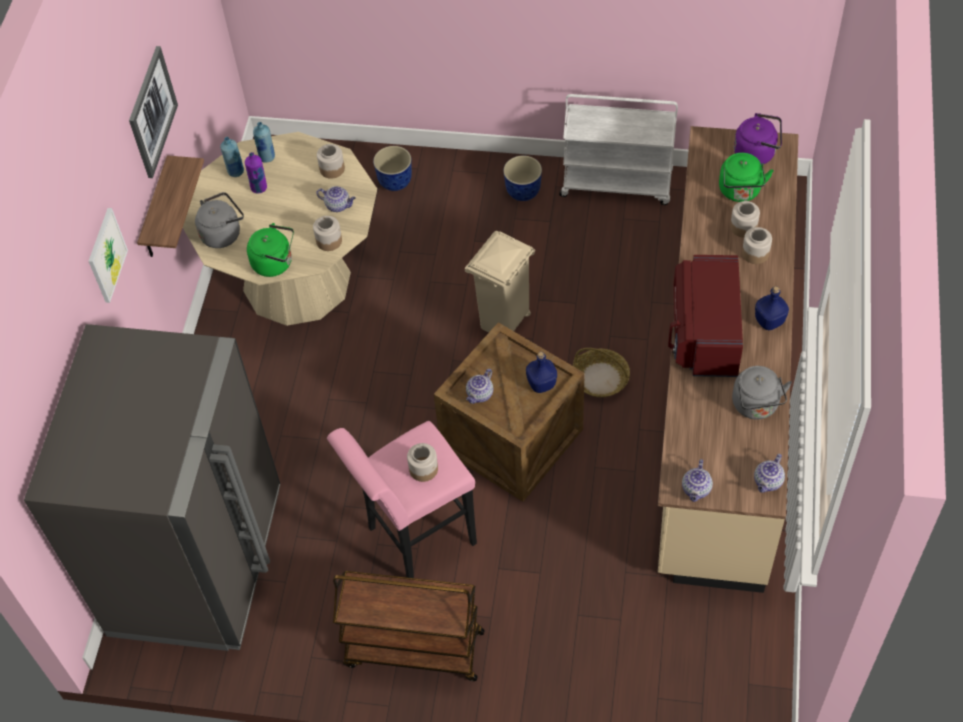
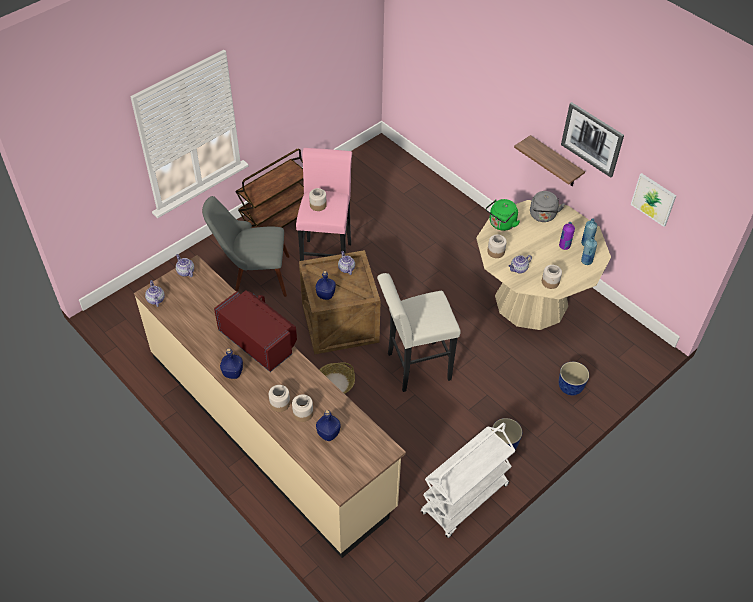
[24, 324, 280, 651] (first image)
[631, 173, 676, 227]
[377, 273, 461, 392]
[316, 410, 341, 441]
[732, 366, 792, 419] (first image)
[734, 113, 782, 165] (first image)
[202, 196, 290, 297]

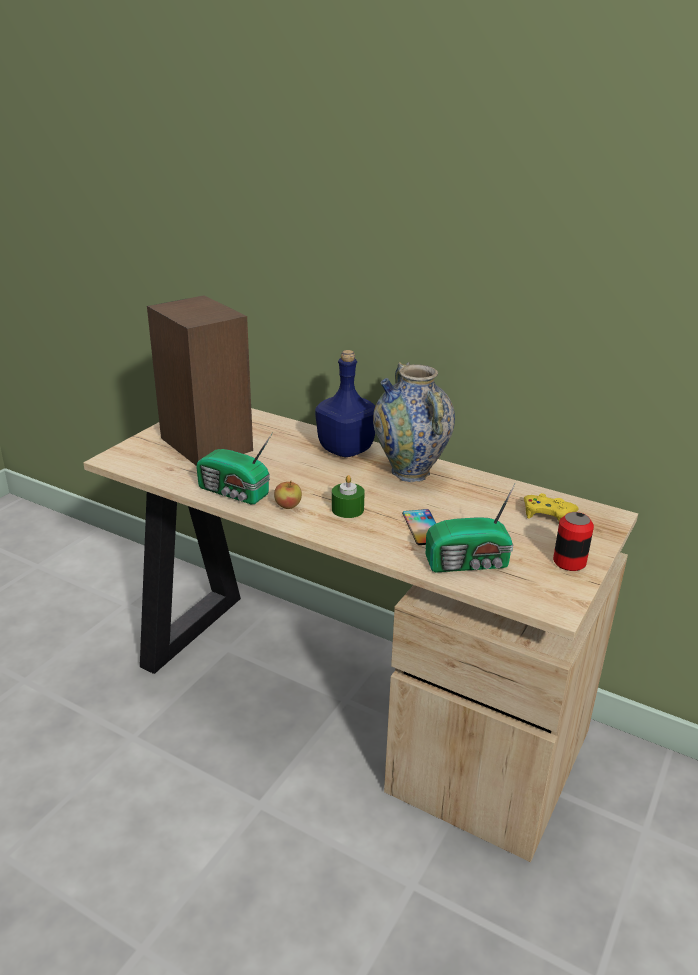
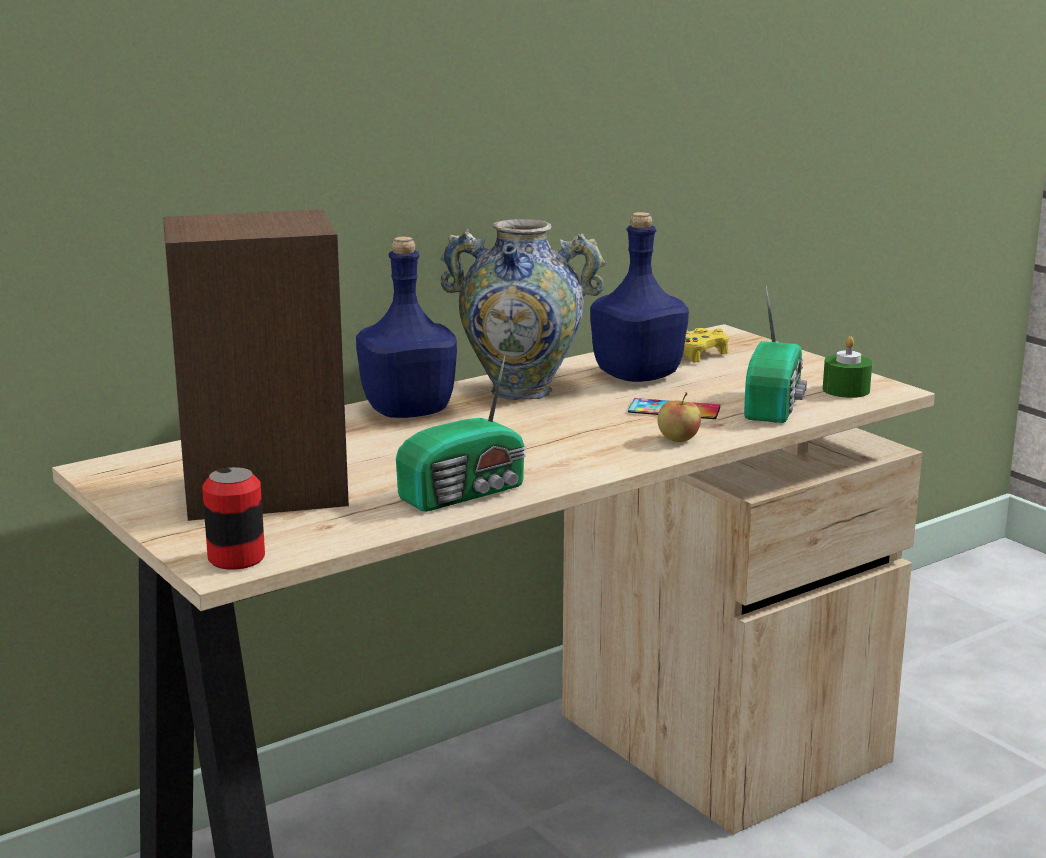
[658, 392, 701, 442]
[823, 336, 872, 398]
[202, 467, 265, 570]
[590, 212, 689, 382]

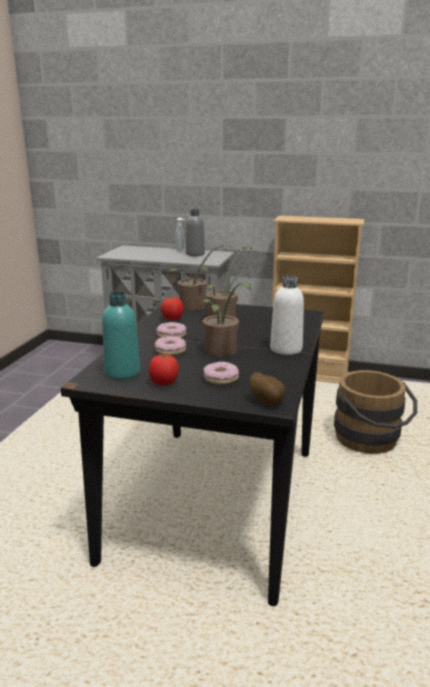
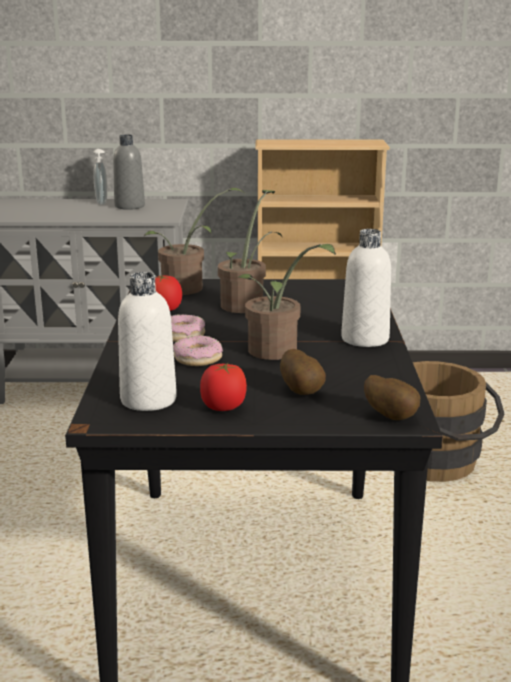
[118, 272, 177, 411]
[280, 349, 326, 395]

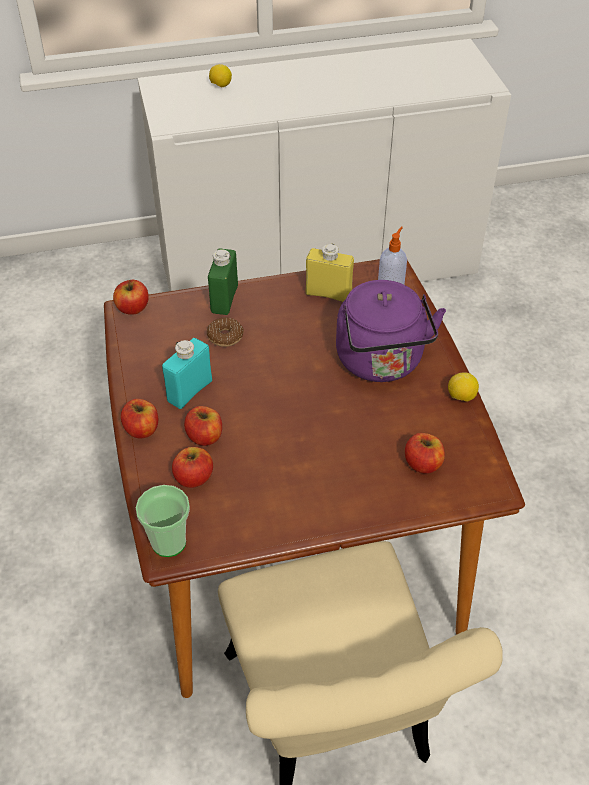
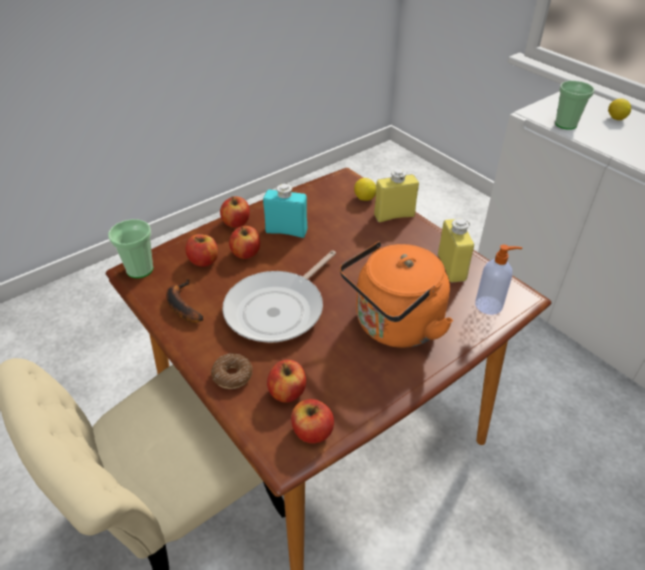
[291, 399, 334, 443]
[211, 353, 253, 389]
[374, 169, 419, 222]
[340, 241, 453, 348]
[354, 178, 376, 201]
[166, 279, 203, 323]
[222, 250, 336, 343]
[555, 81, 595, 130]

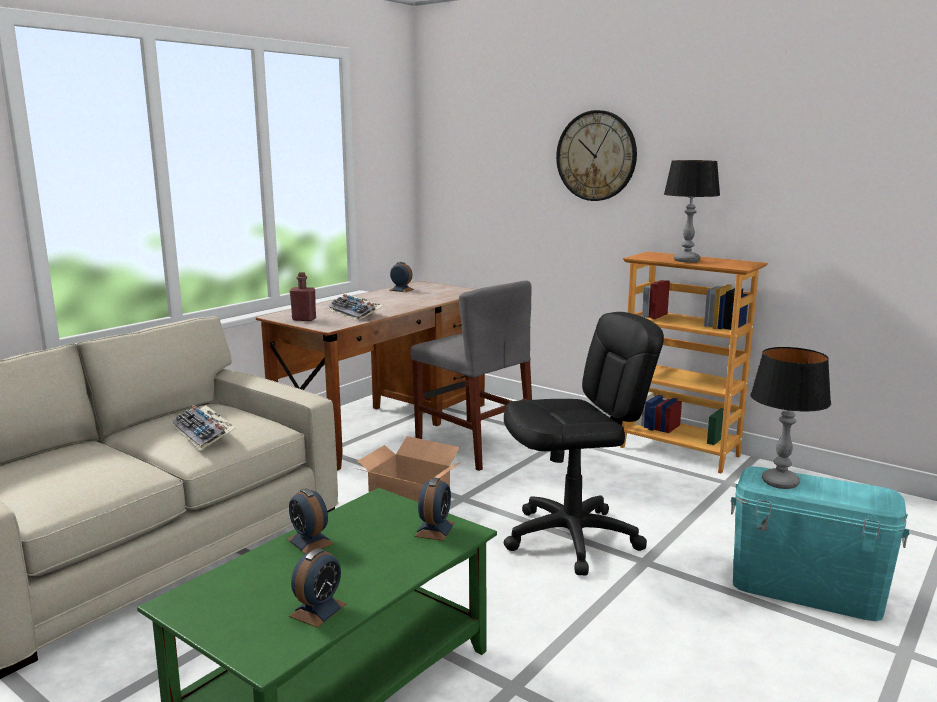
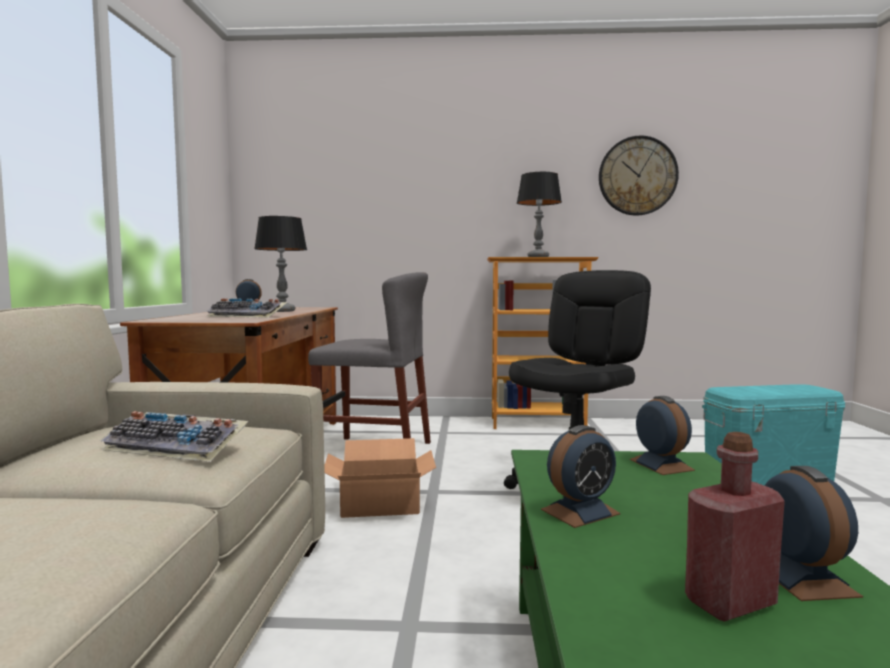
[541, 425, 620, 528]
[685, 432, 785, 621]
[599, 135, 679, 216]
[254, 216, 307, 312]

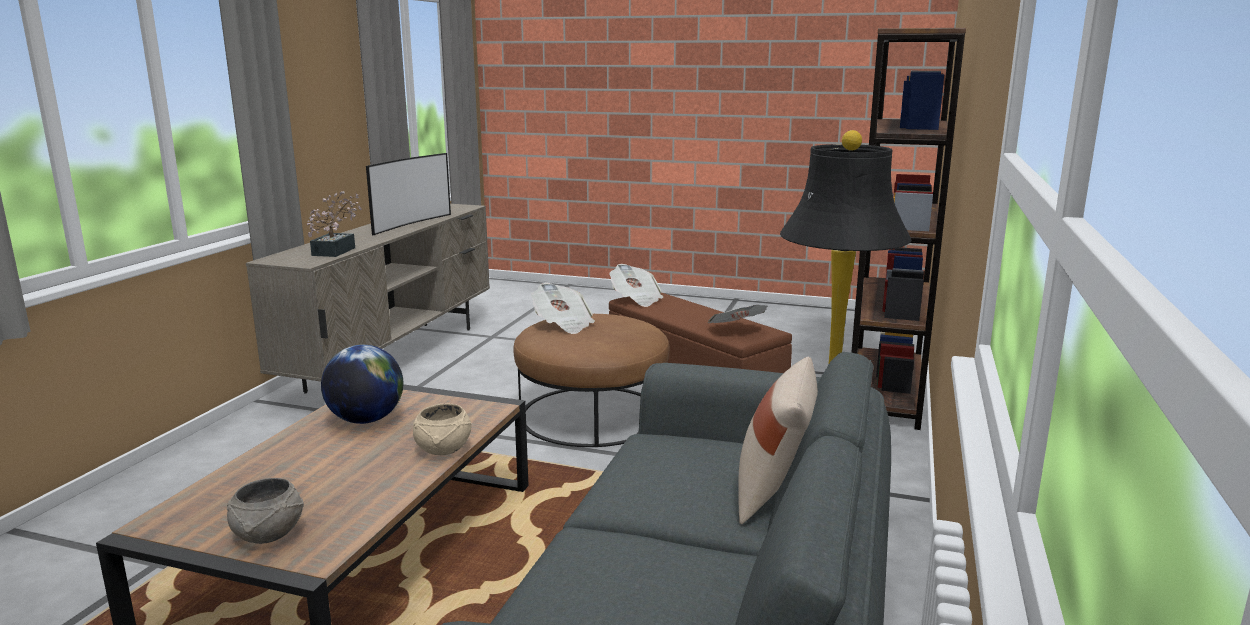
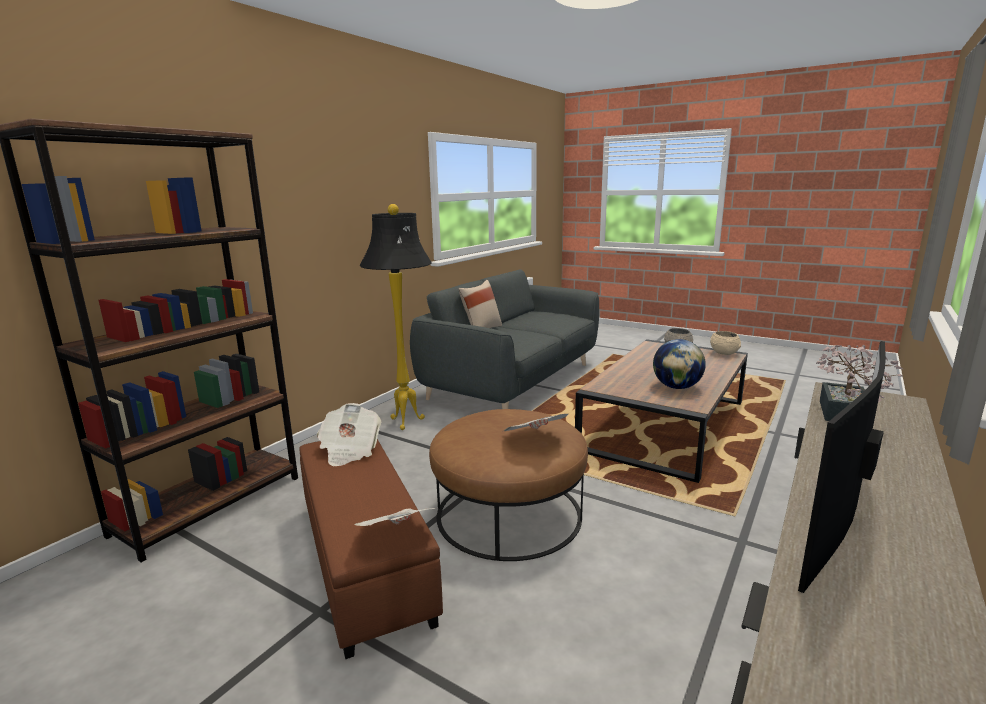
[710, 331, 741, 355]

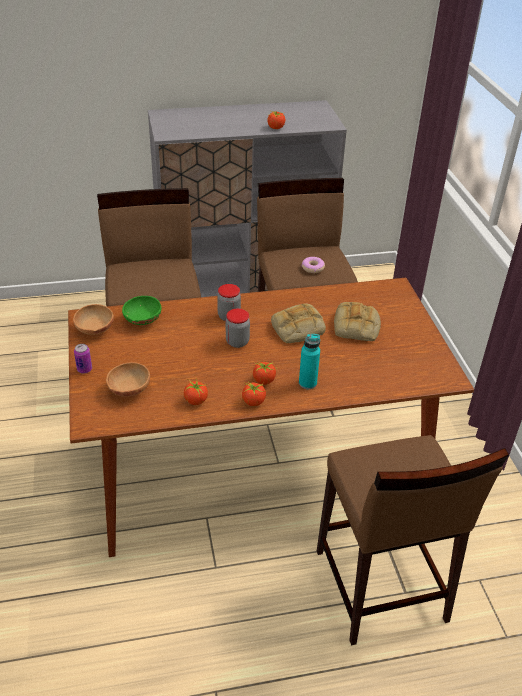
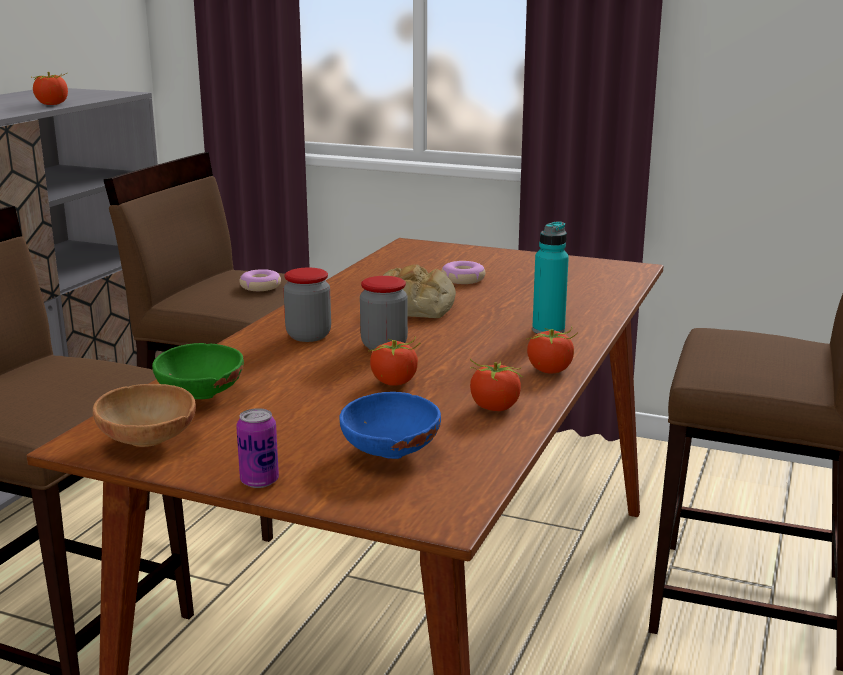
[339, 392, 441, 459]
[370, 336, 420, 386]
[441, 261, 485, 284]

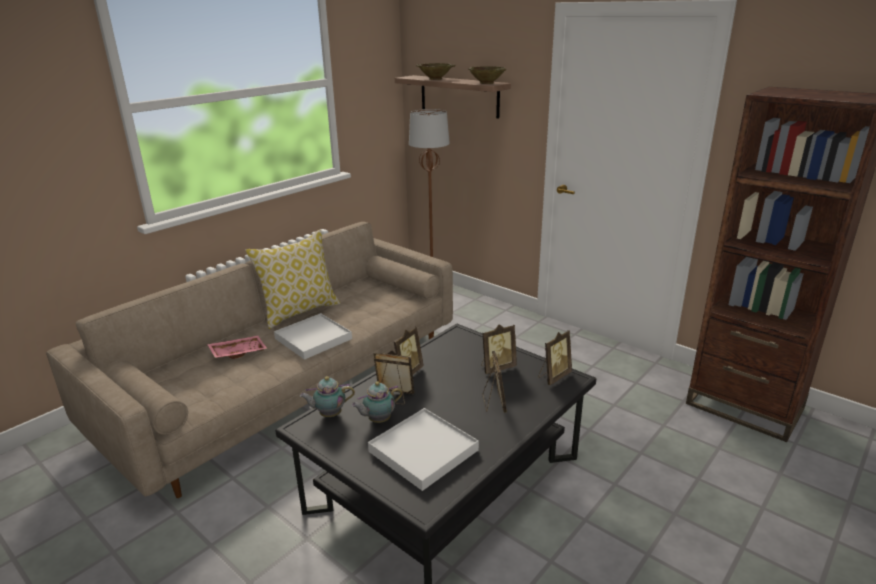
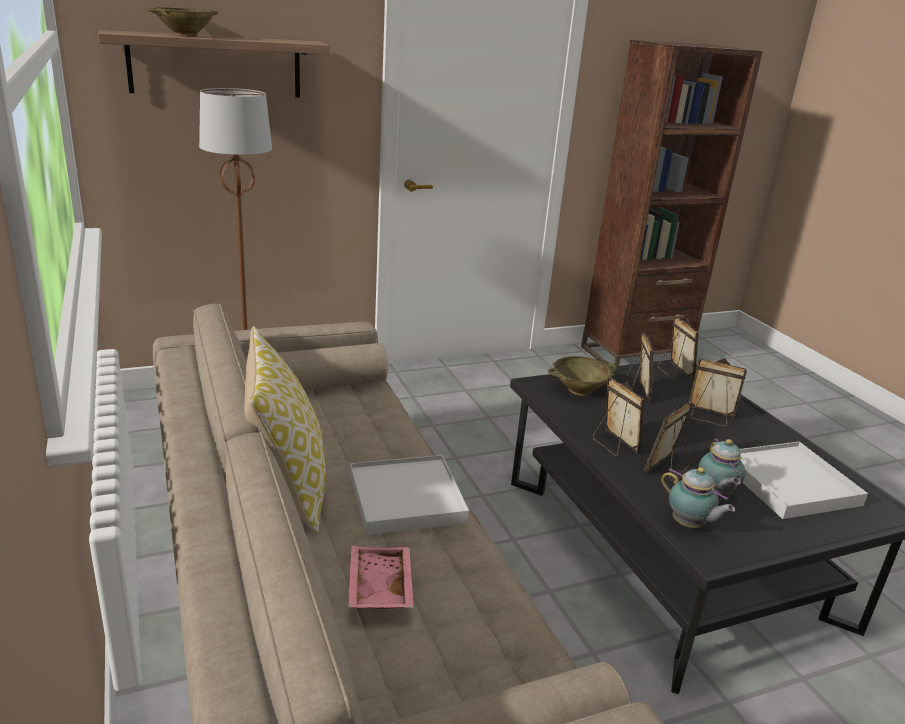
[661, 467, 735, 528]
[548, 356, 617, 396]

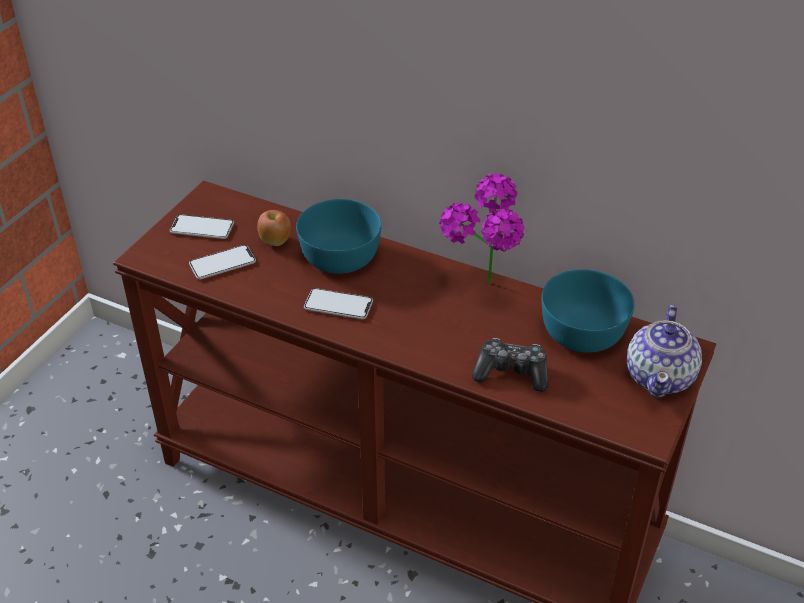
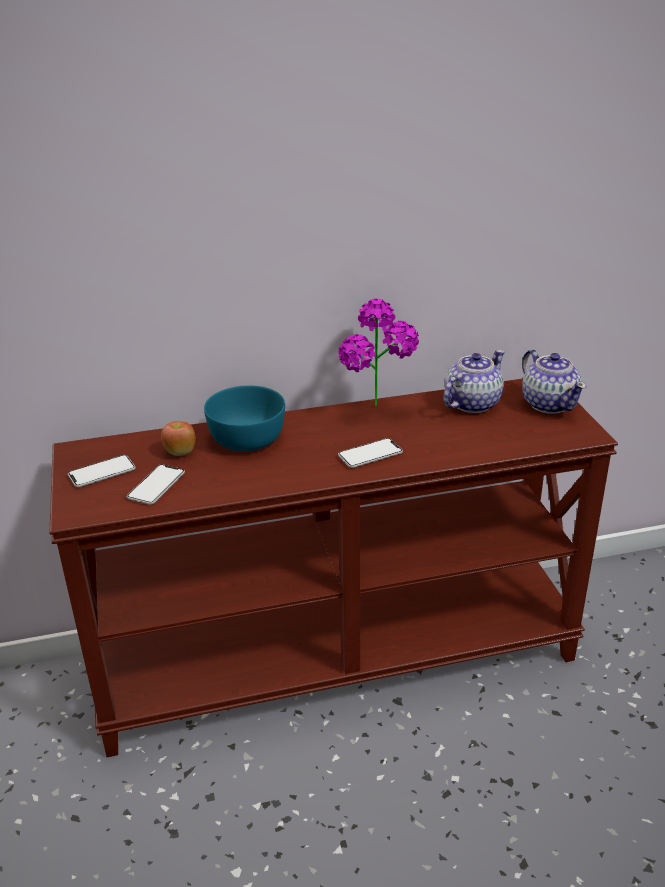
[338, 438, 403, 468]
[472, 338, 548, 392] (first image)
[443, 350, 505, 413]

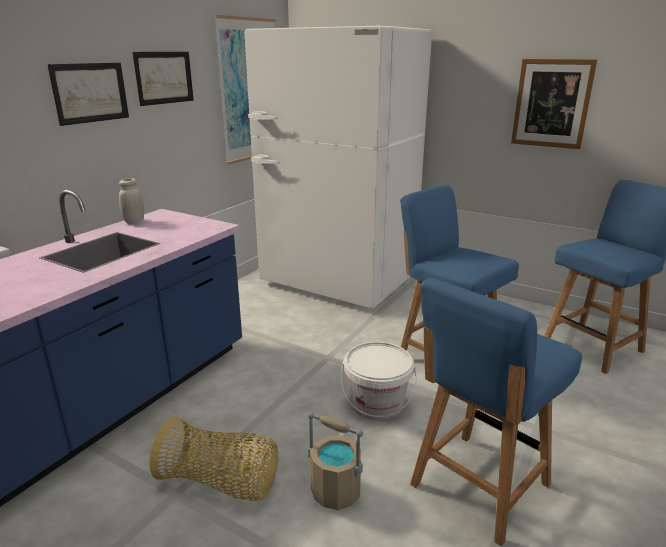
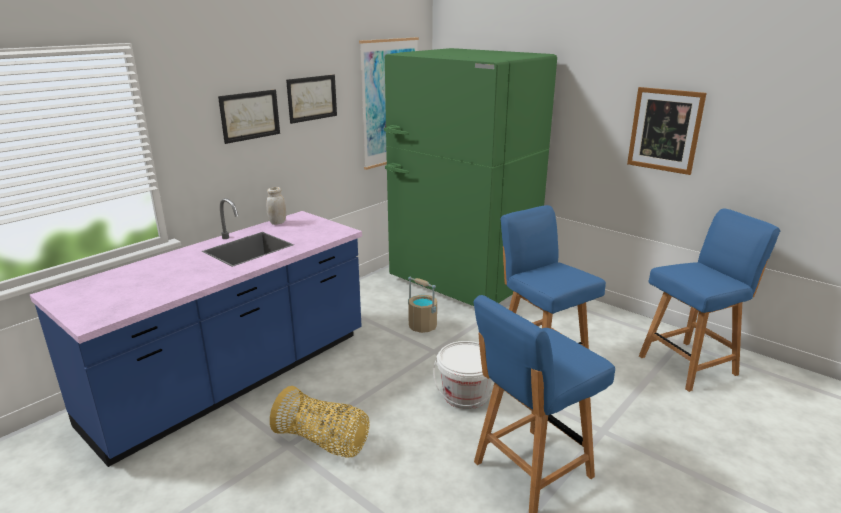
[384, 48, 557, 306]
[408, 277, 437, 333]

